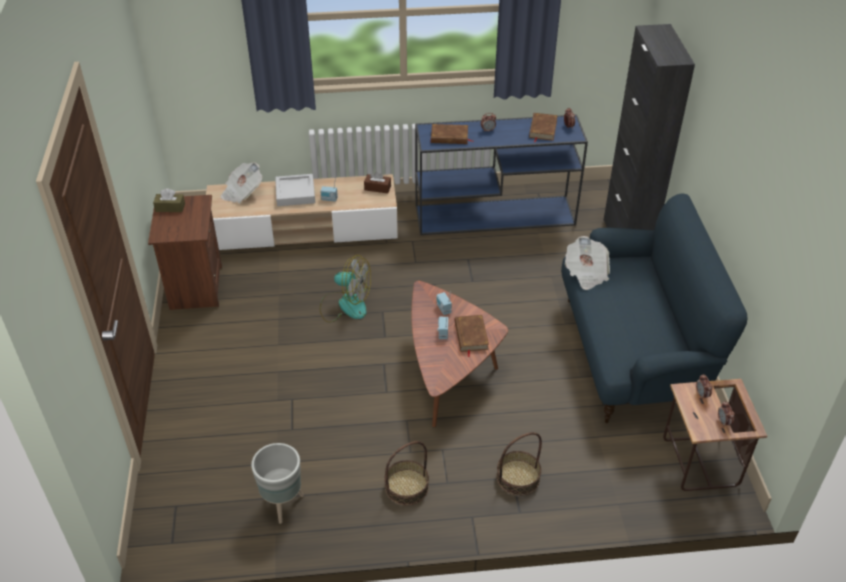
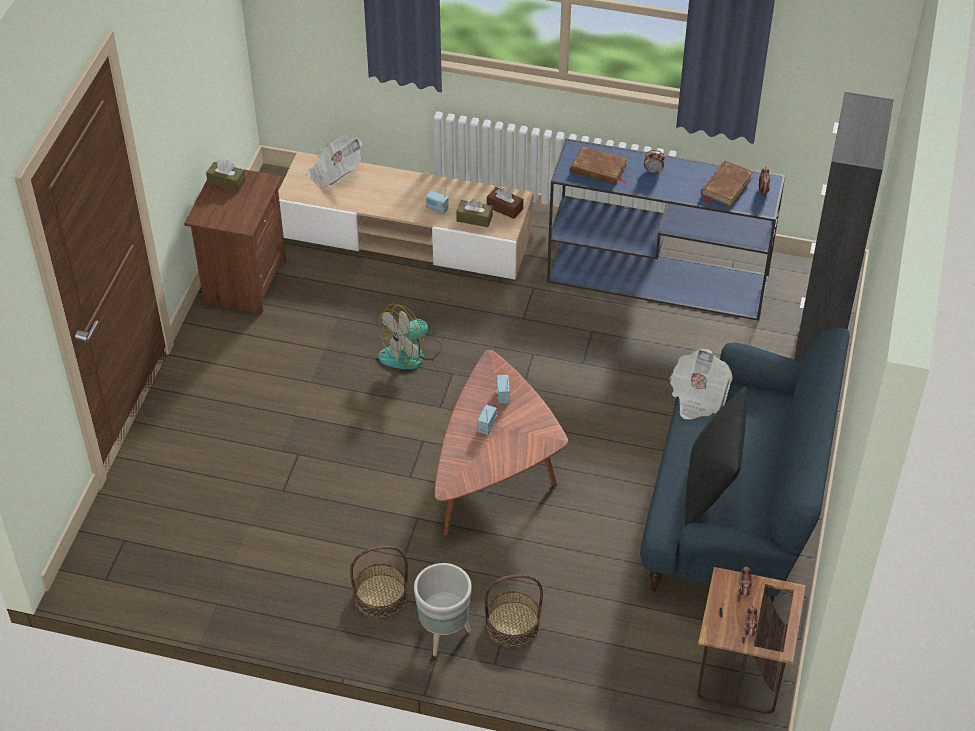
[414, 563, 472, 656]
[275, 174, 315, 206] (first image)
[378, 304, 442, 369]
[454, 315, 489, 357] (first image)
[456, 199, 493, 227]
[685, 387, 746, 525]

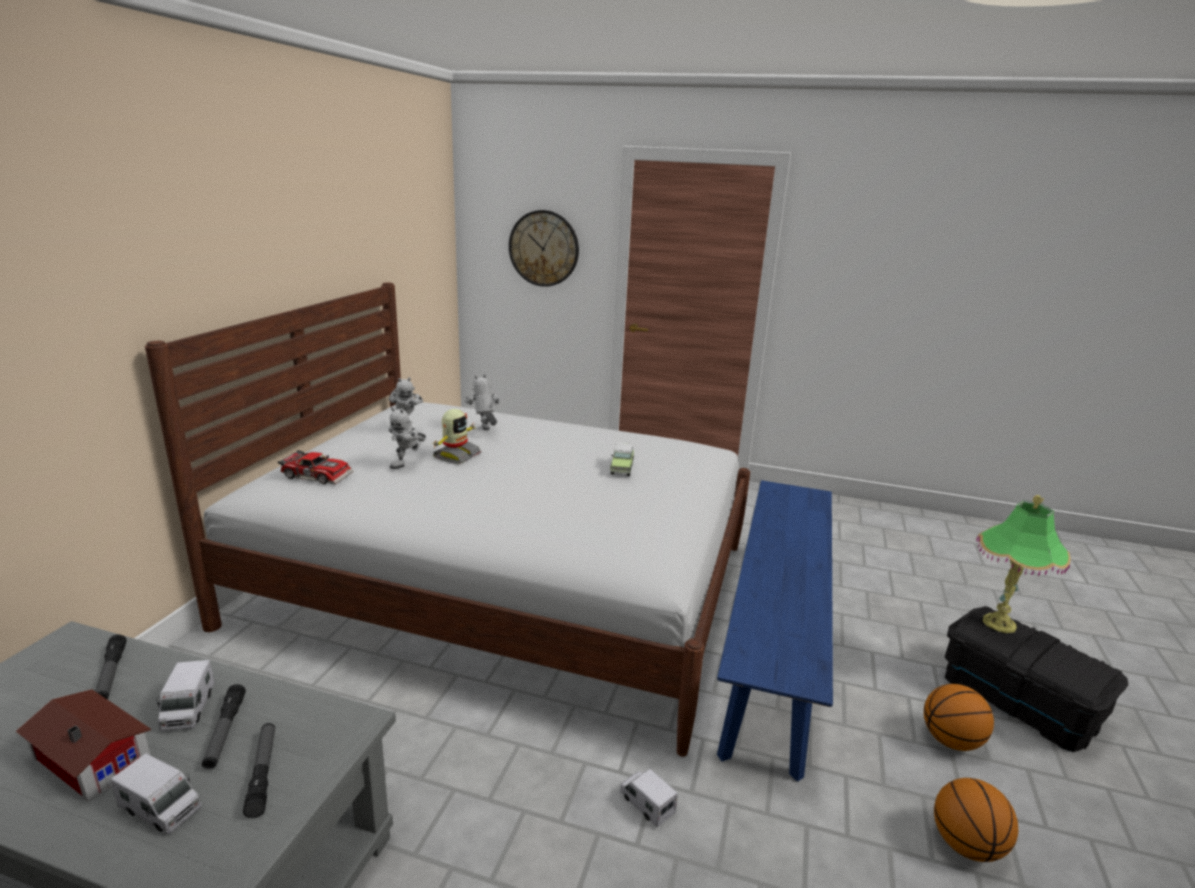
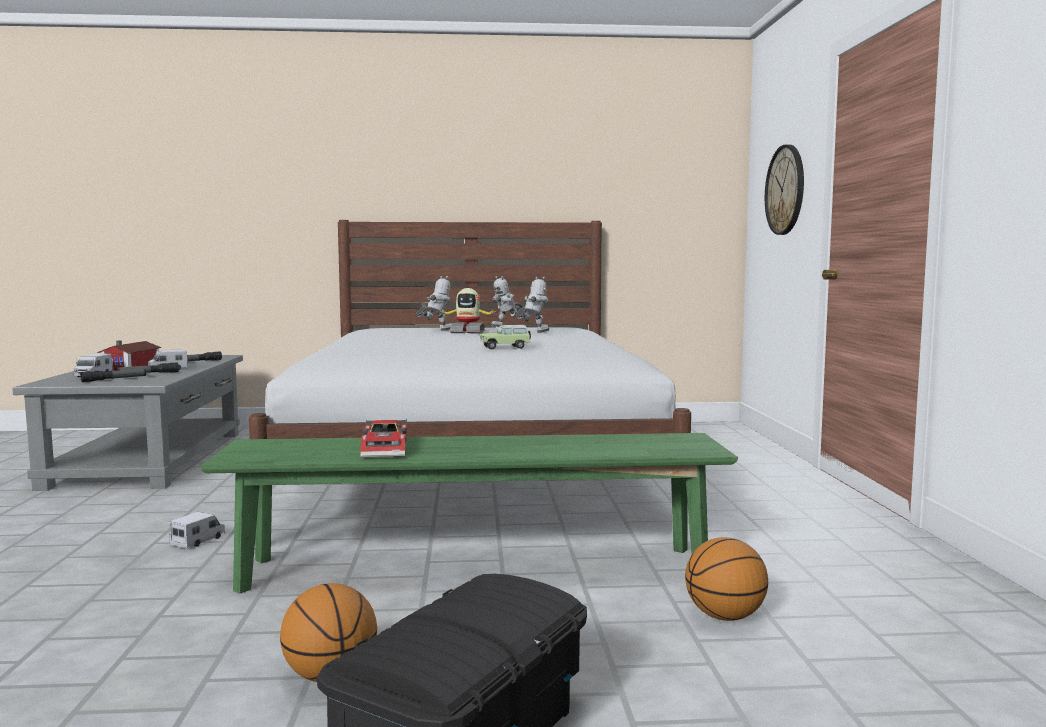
[360, 419, 407, 457]
[416, 276, 452, 331]
[200, 433, 738, 594]
[685, 537, 768, 621]
[976, 495, 1071, 633] (first image)

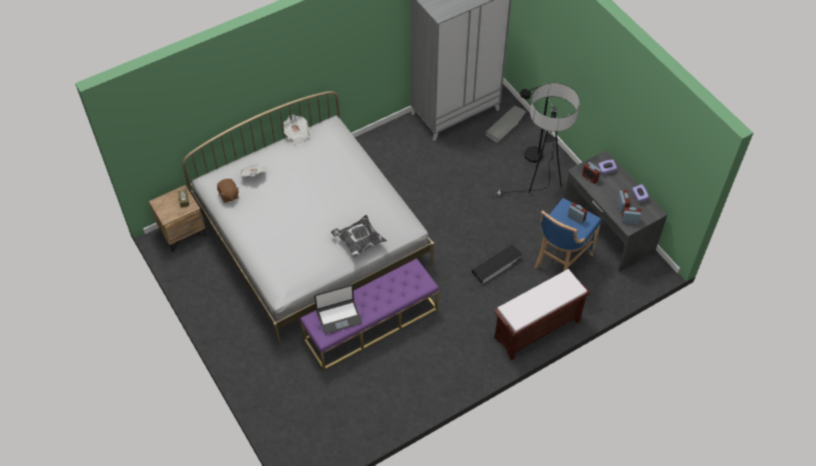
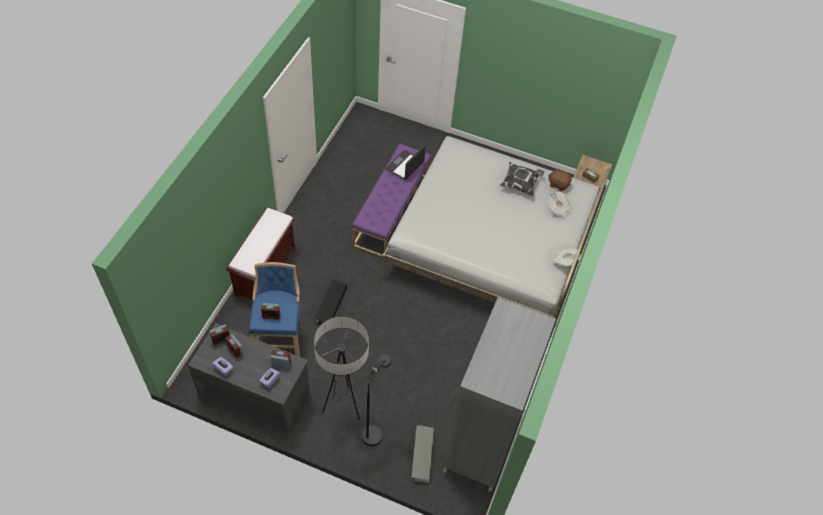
[500, 162, 544, 196]

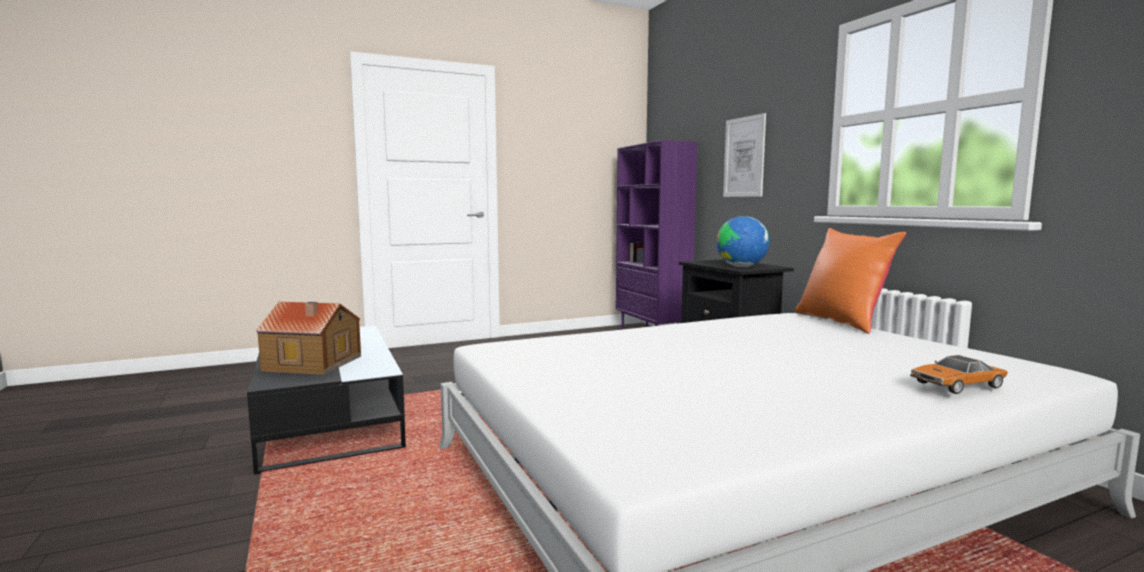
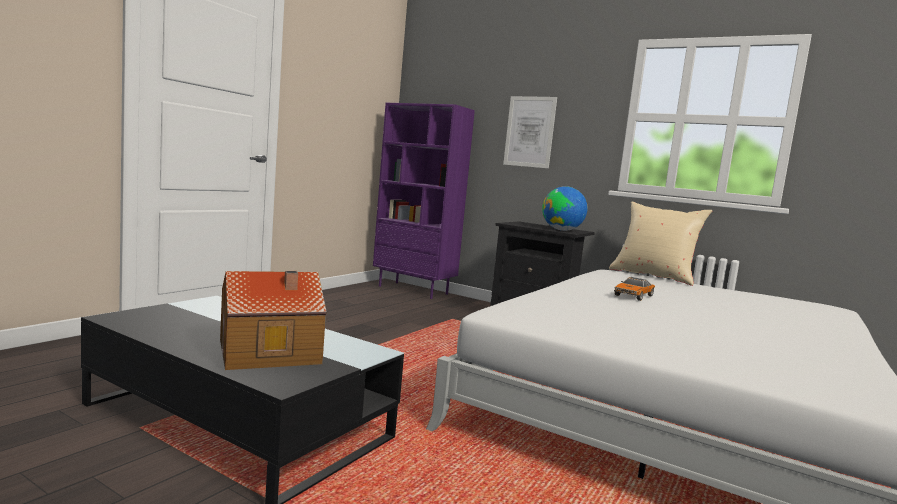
[609, 202, 713, 286]
[614, 277, 655, 301]

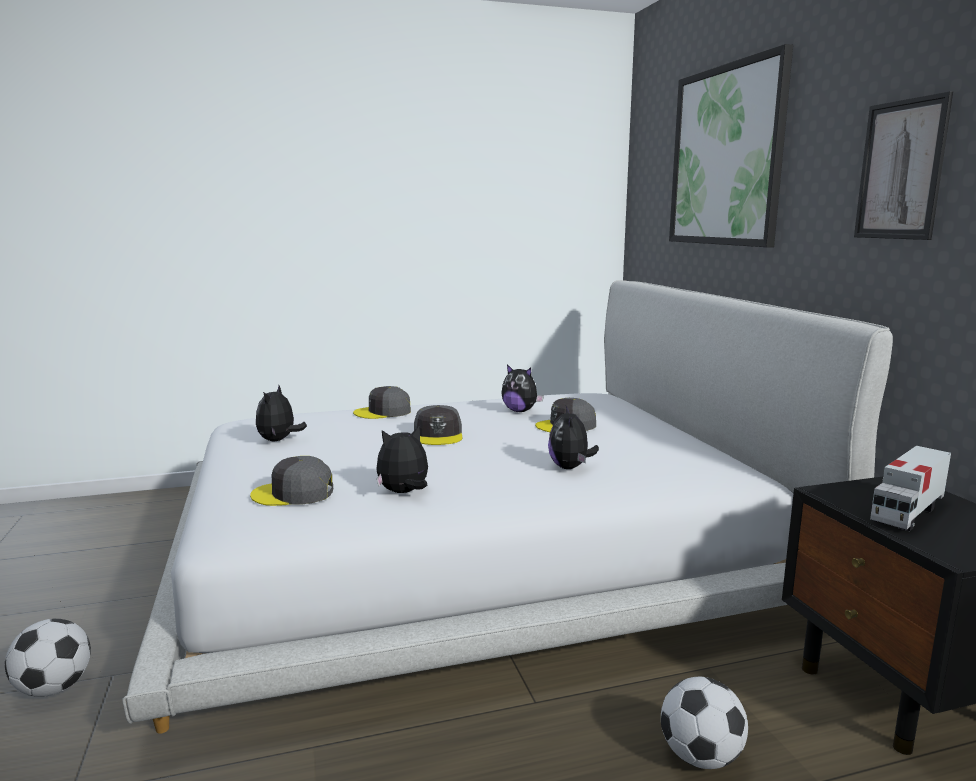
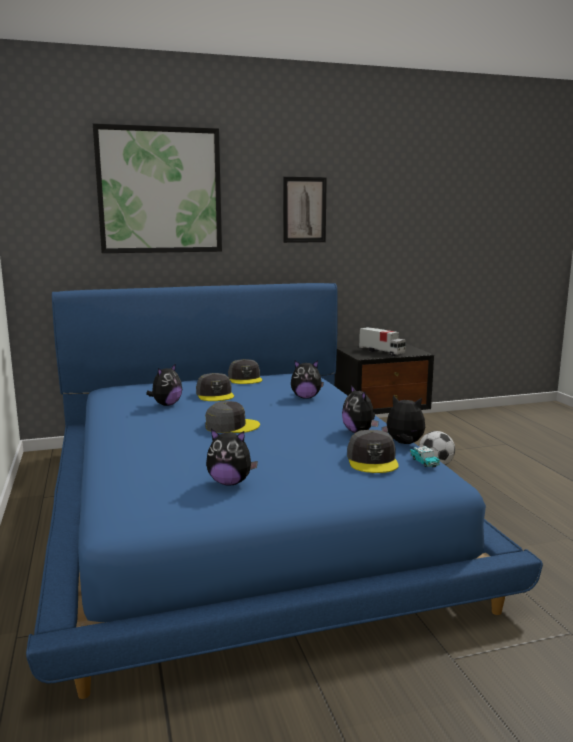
[5, 619, 91, 697] (first image)
[26, 283, 543, 699]
[228, 359, 262, 384]
[382, 395, 425, 444]
[410, 446, 440, 468]

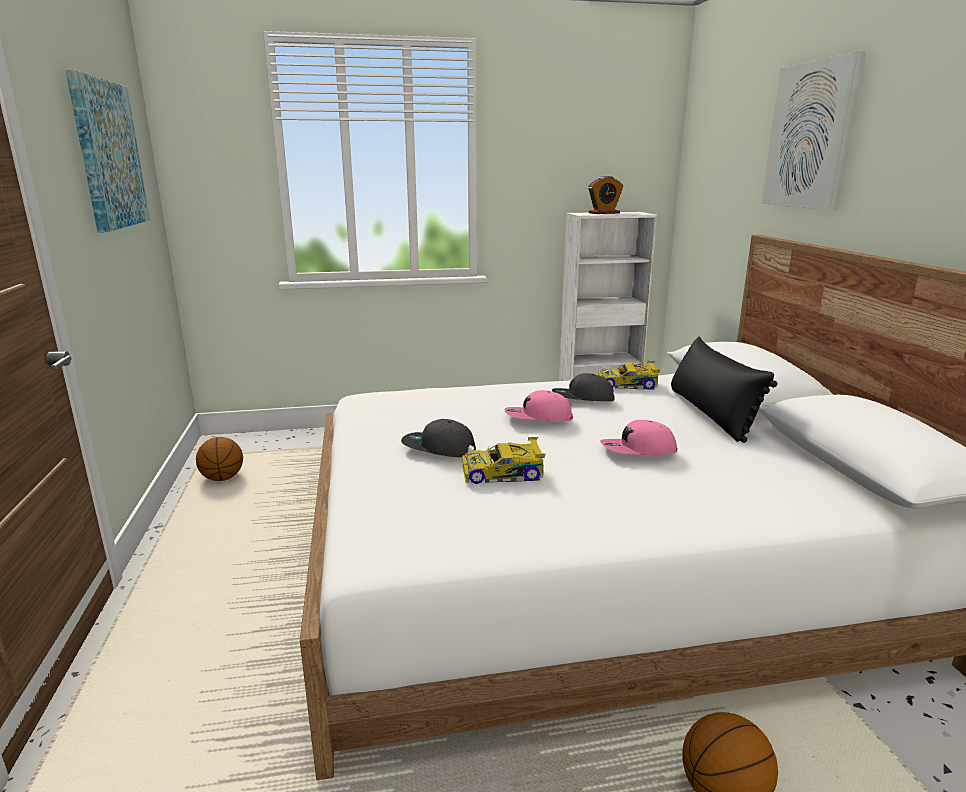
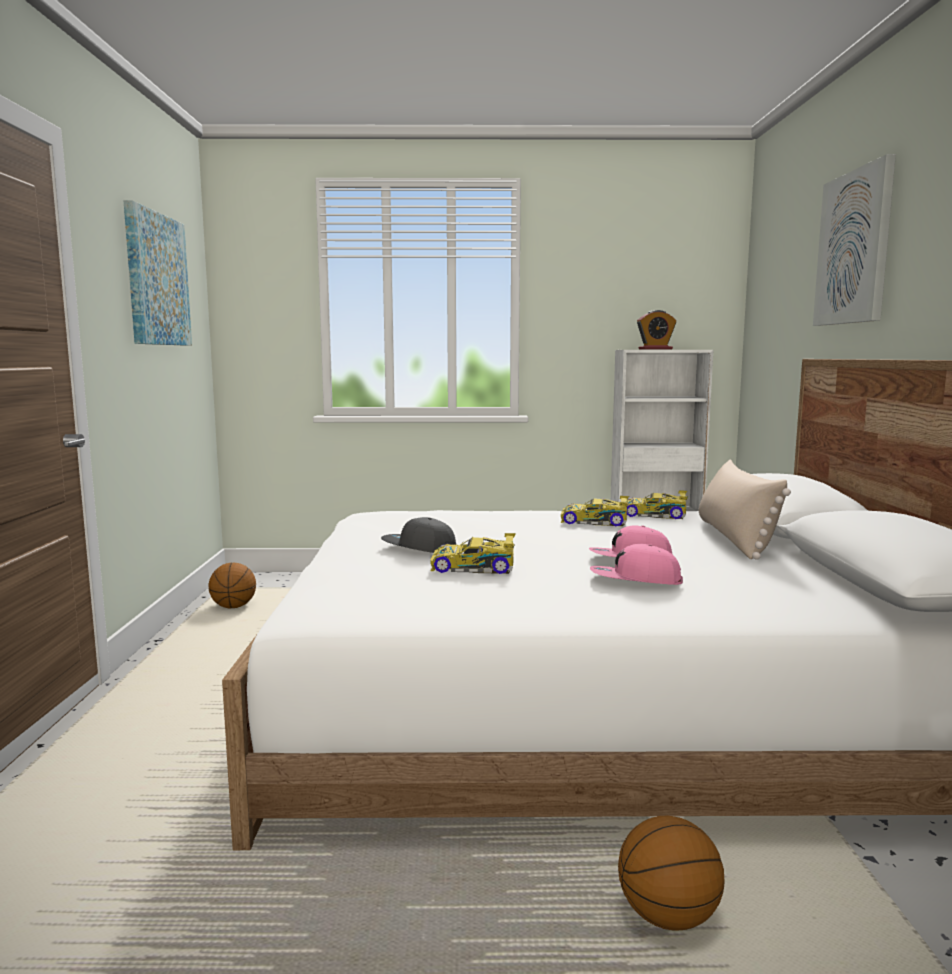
[590, 544, 683, 585]
[560, 496, 629, 526]
[699, 459, 791, 560]

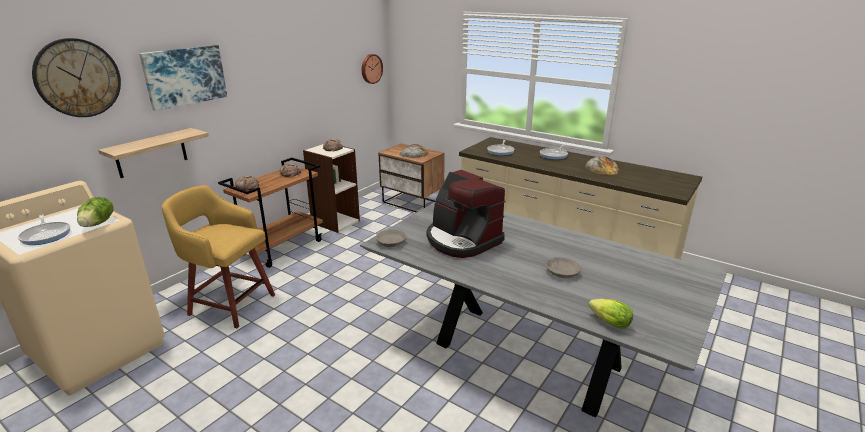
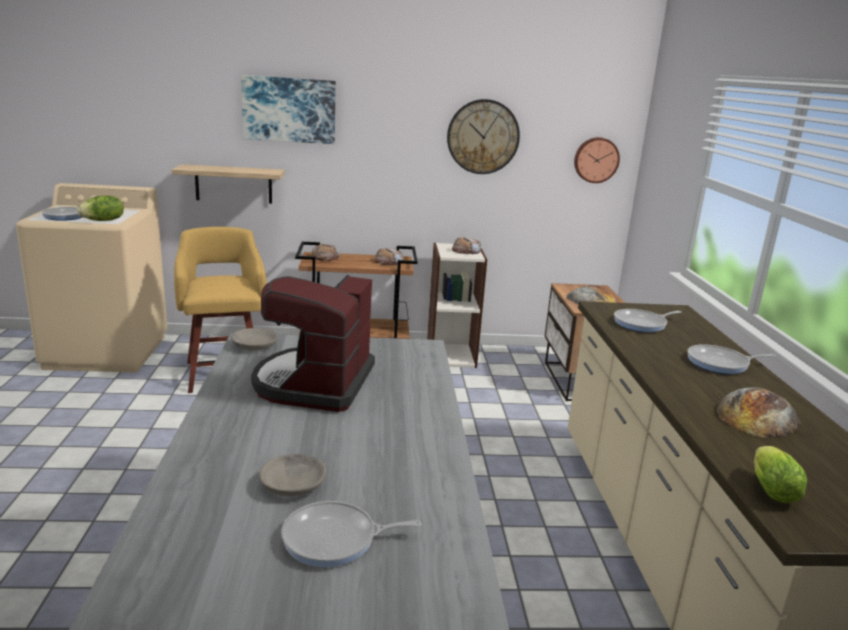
[447, 99, 520, 174]
[754, 446, 807, 503]
[281, 501, 422, 567]

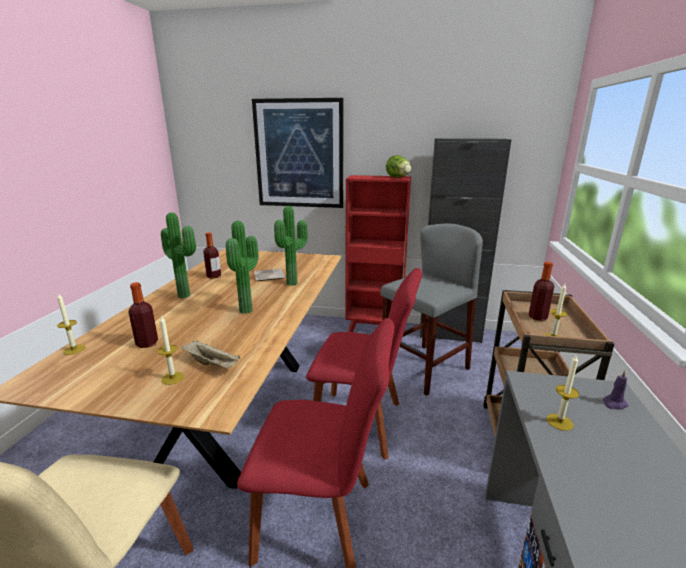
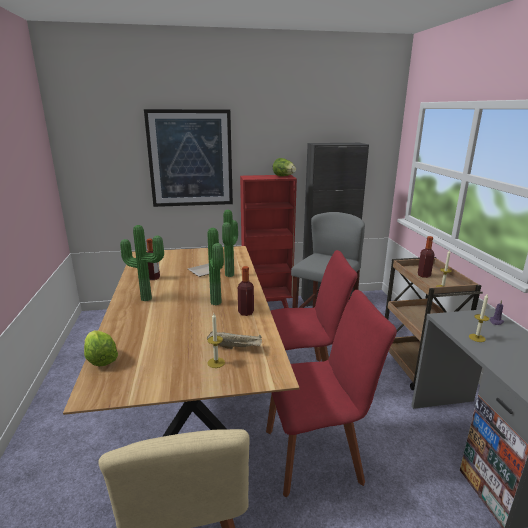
[84, 330, 118, 366]
[238, 266, 254, 316]

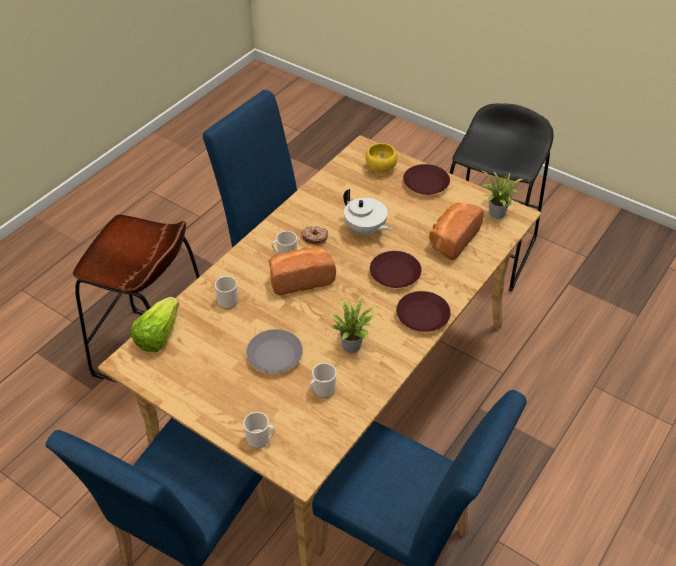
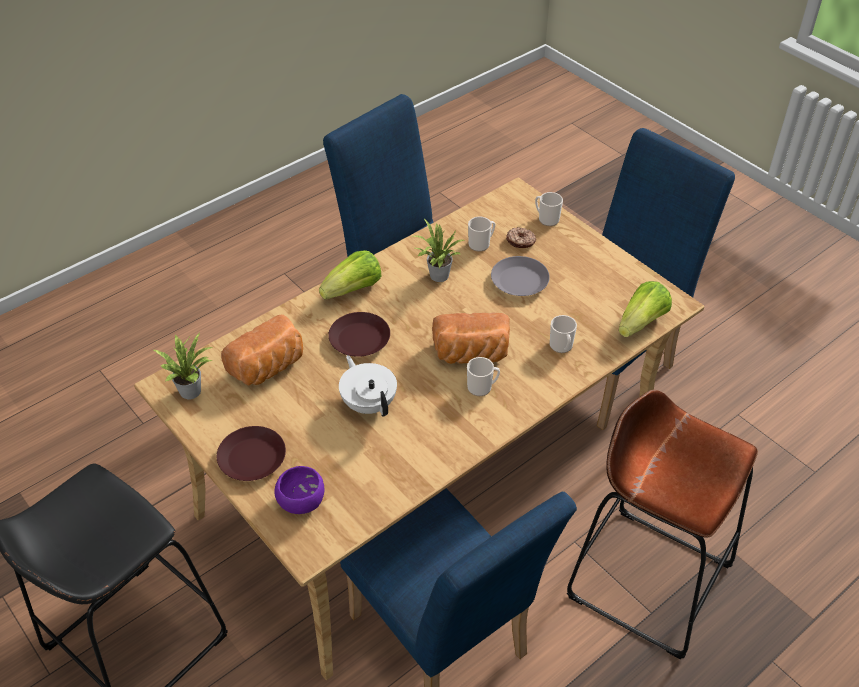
[506, 227, 536, 248]
[274, 466, 324, 514]
[319, 250, 381, 299]

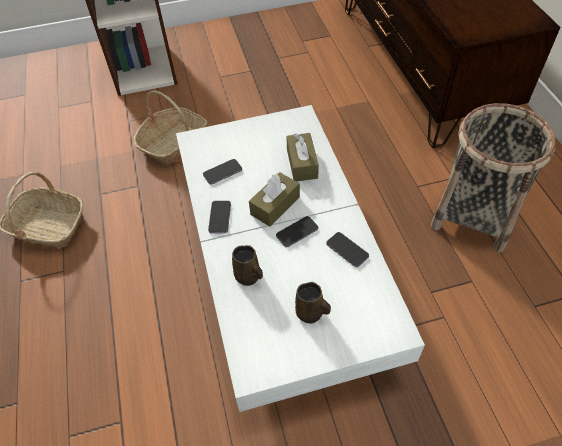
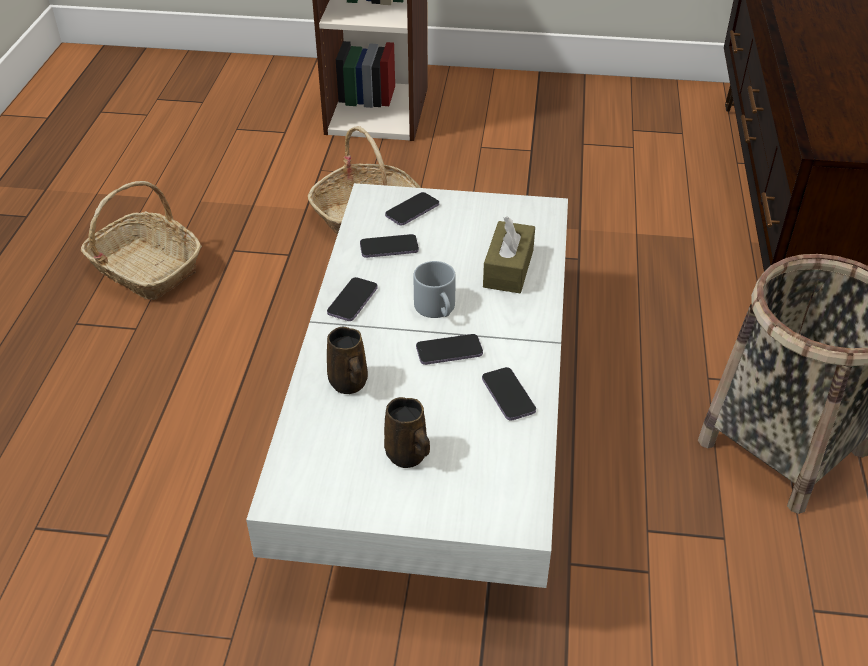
[413, 261, 456, 318]
[385, 192, 439, 226]

